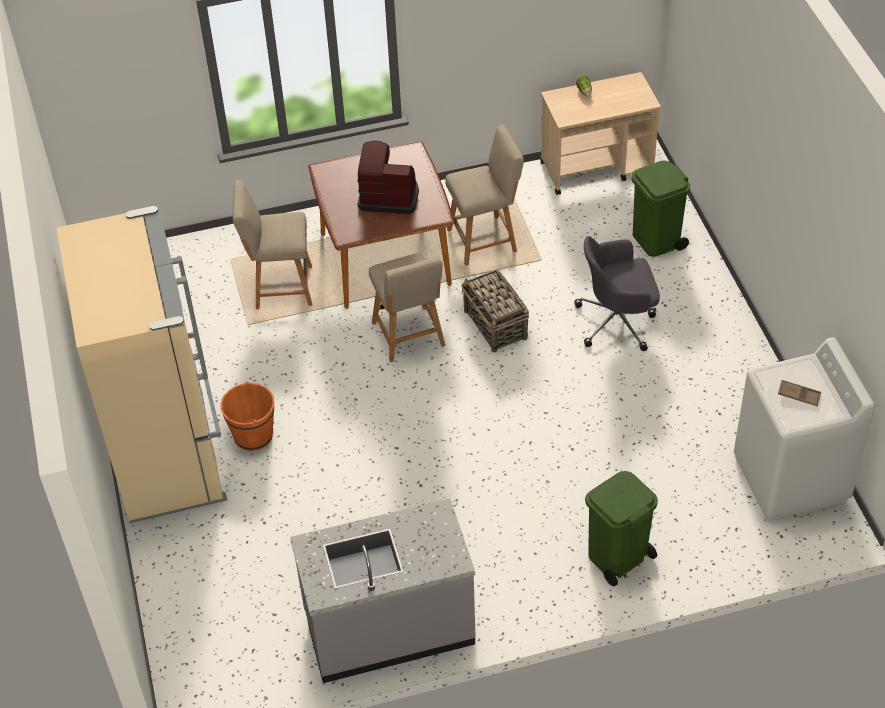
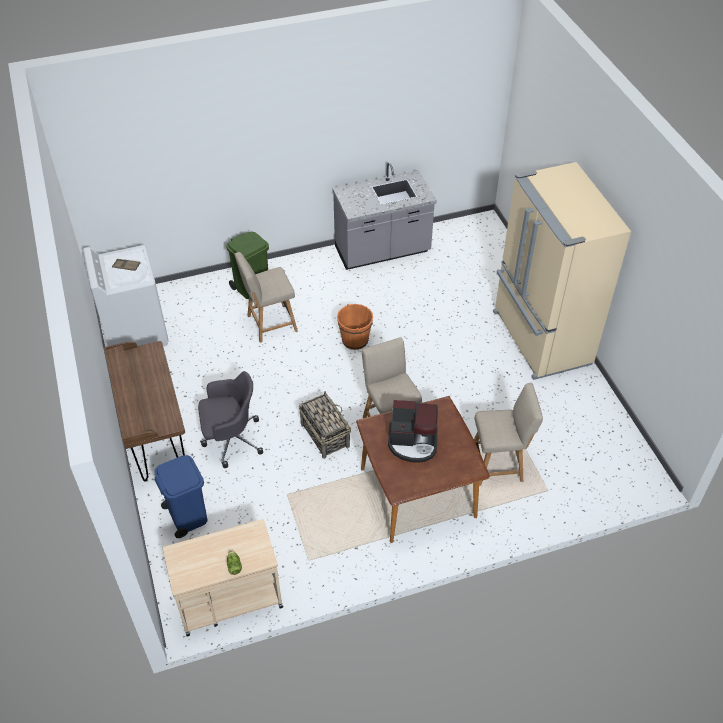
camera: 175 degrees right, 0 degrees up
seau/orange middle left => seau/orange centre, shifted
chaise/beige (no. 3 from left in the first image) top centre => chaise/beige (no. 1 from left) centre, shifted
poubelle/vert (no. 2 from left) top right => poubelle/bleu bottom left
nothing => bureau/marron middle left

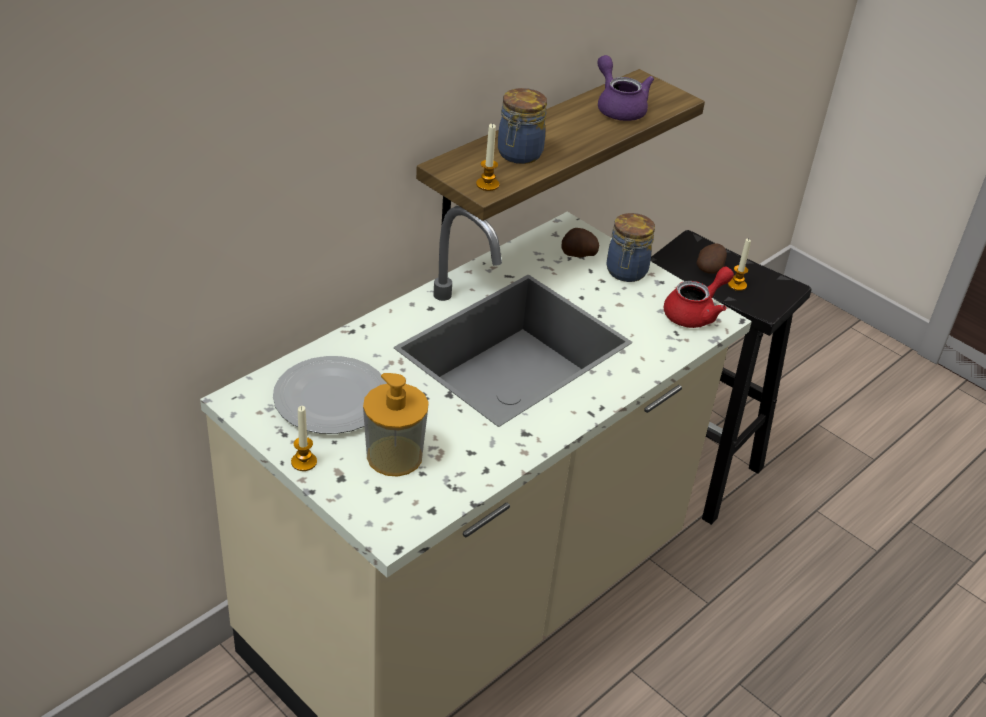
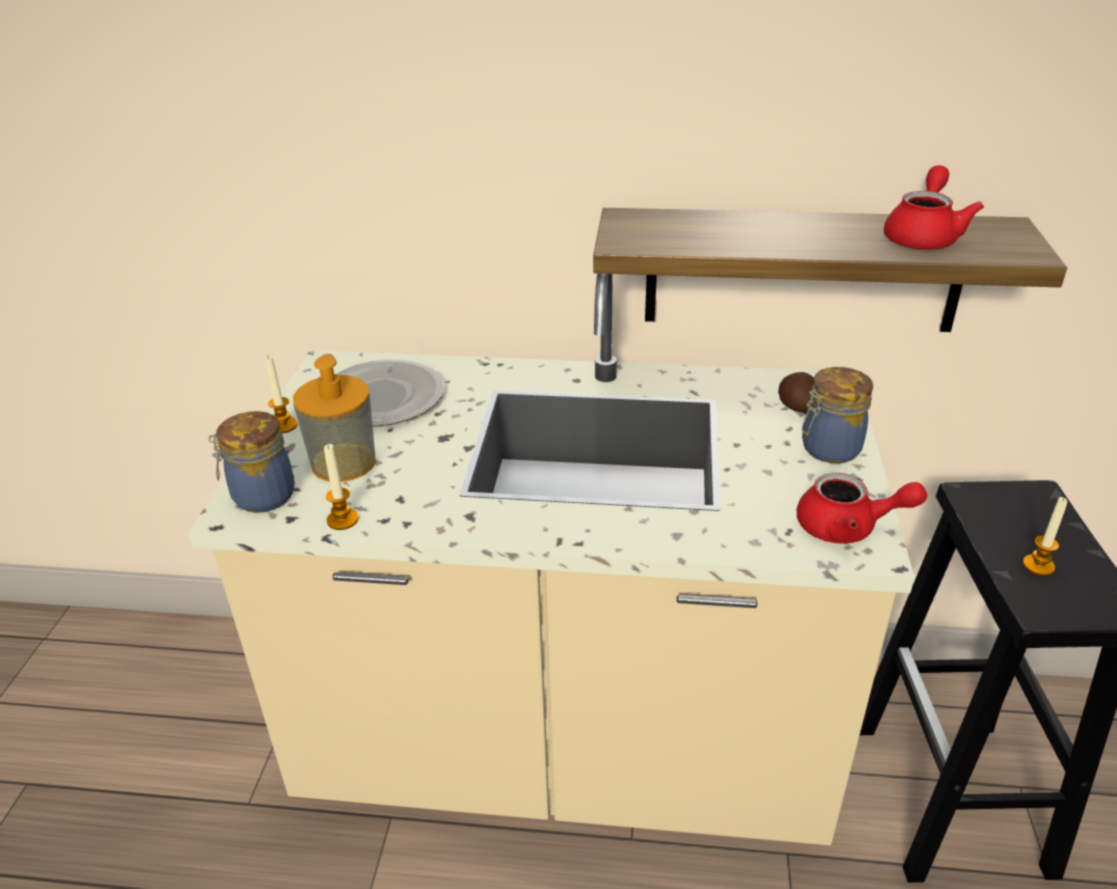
camera: 55 degrees right, 5 degrees down
bougie (no. 2 from left) top centre => bougie (no. 2 from left) middle left, shifted
bocal (no. 1 from left) top centre => bocal (no. 1 from left) middle left, shifted
théière/violet top centre => théière/rouge (no. 2 from left) top right
pomme de terre (no. 2 from left) middle right => nothing

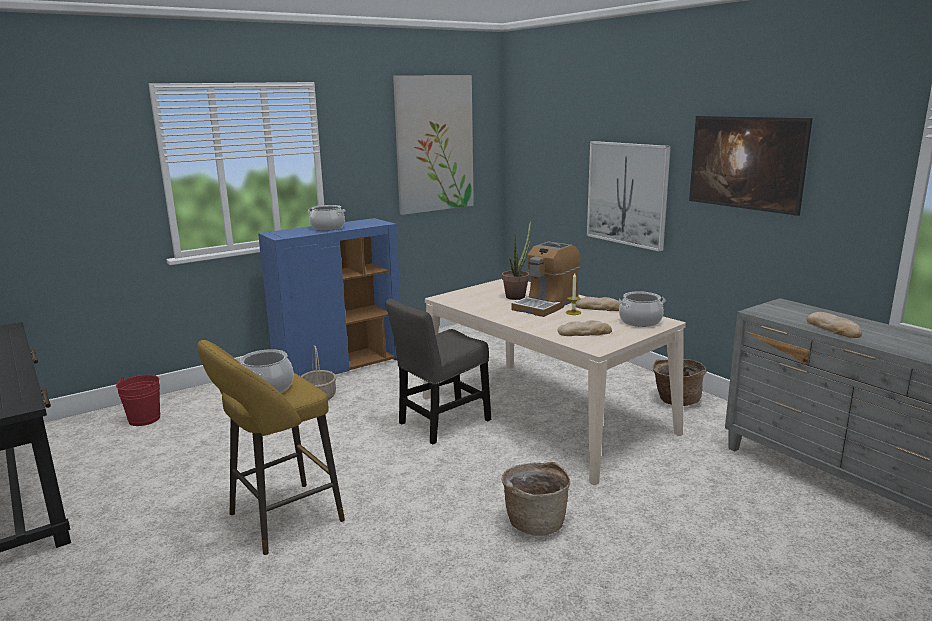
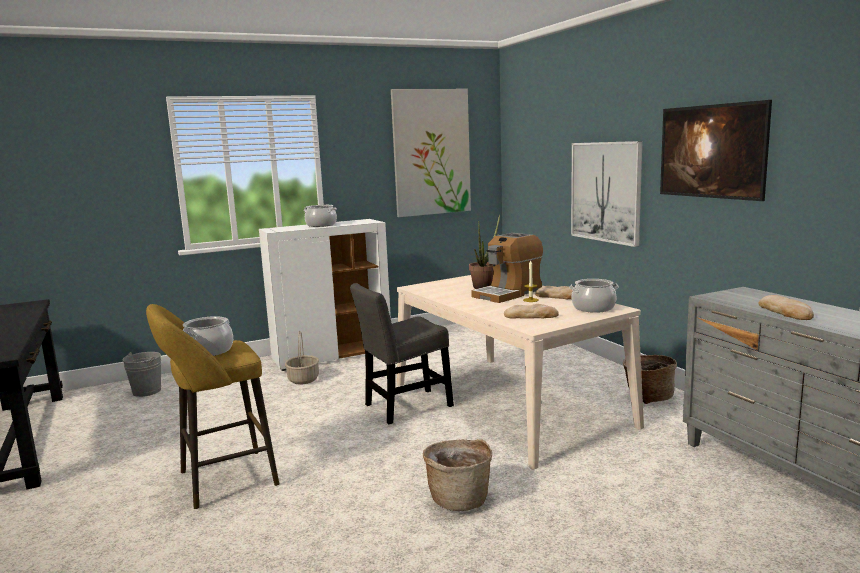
camera: 10 degrees right, 5 degrees down
seau/rouge middle left => seau/gris middle left
meuble de rangement/bleu centre => meuble de rangement/blanc centre

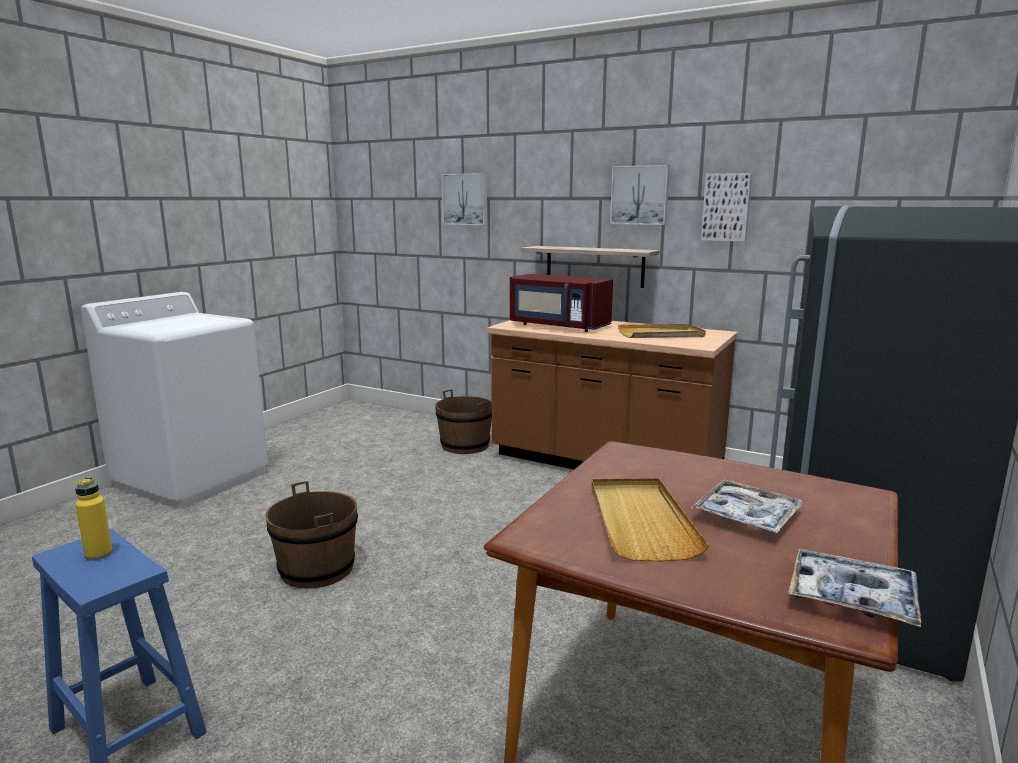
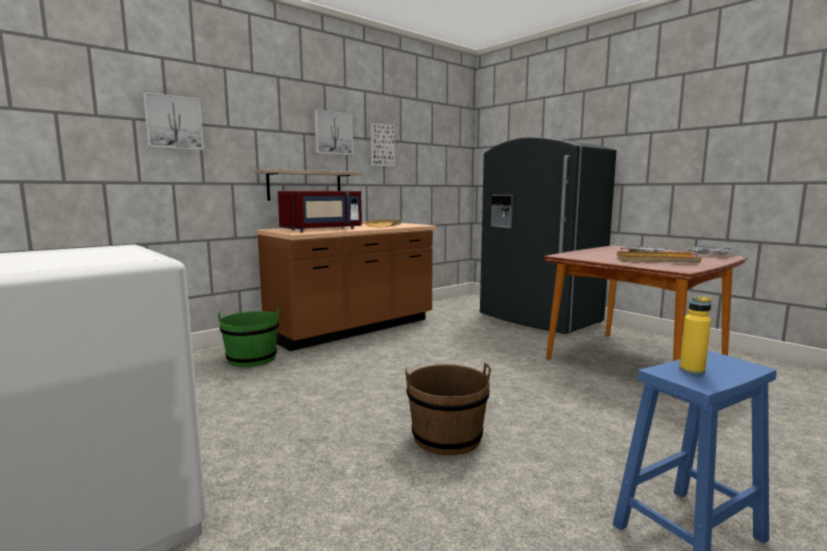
camera: 70 degrees left, 5 degrees down
seau/marron (no. 2 from left) centre => seau/vert middle left

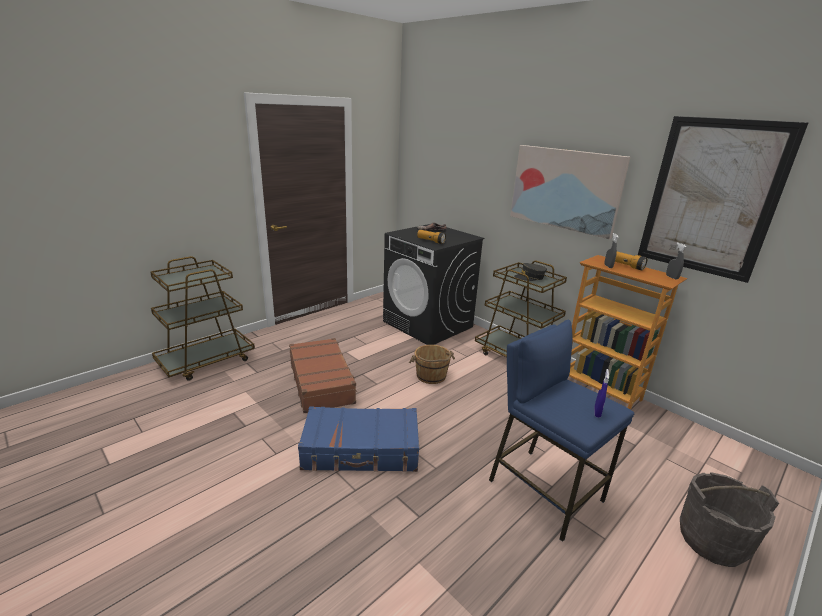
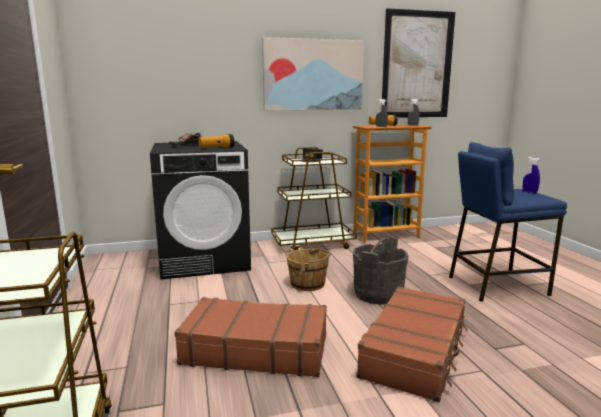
camera: 60 degrees left, 10 degrees down
valise/bleu bottom centre => valise/marron (no. 2 from left) bottom right
seau/gris bottom right => seau/gris centre, shifted

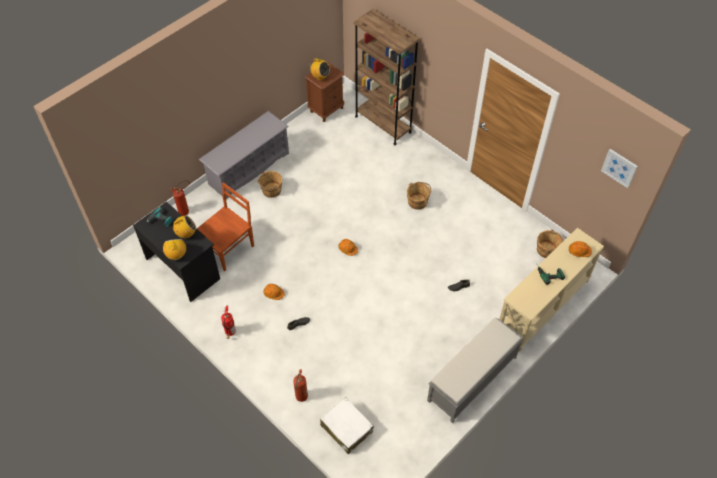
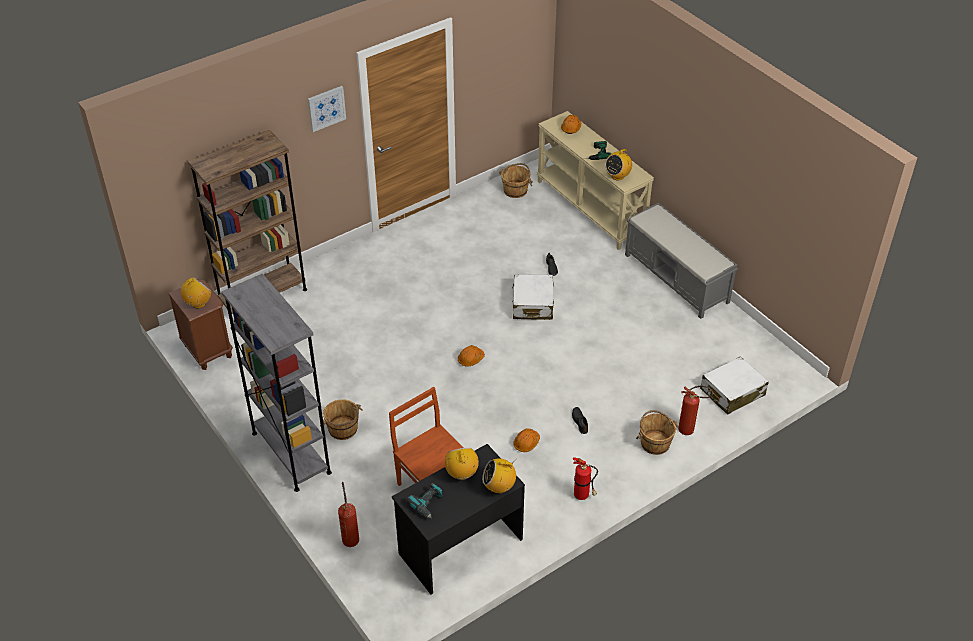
camera: 80 degrees left, 10 degrees down
étagère à chaussures/gris top centre => bibliothèque/gris middle left
seau/marron (no. 2 from left in the first image) centre => seau/marron (no. 3 from left) bottom right, shifted
tableau middle right => tableau top centre, shifted
nothing => valise/blanc (no. 1 from left) centre
nothing => radio (no. 4 from left) top centre

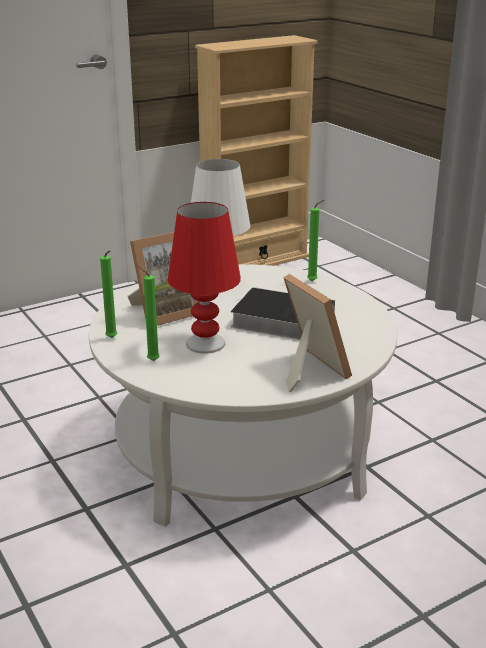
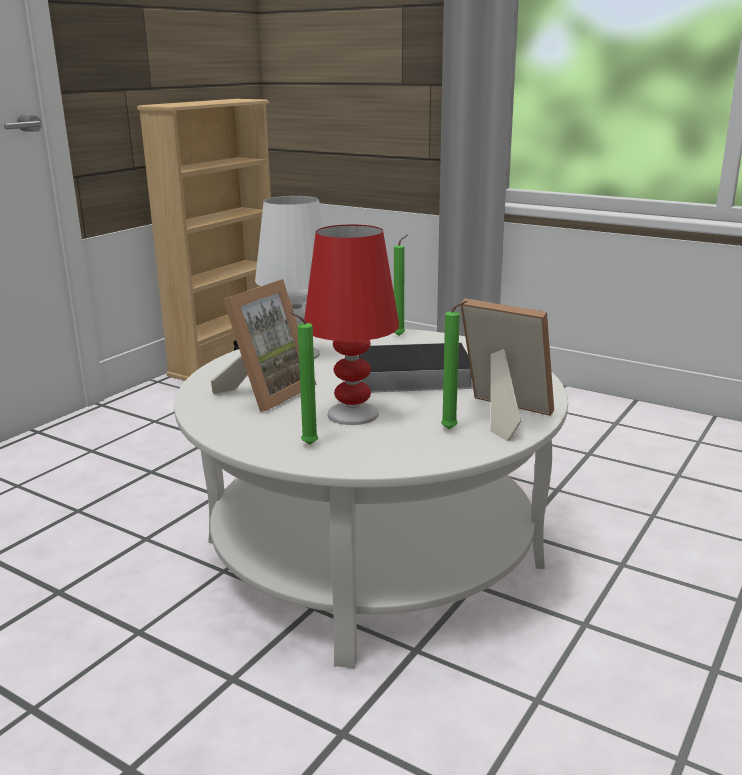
camera: 25 degrees left, 5 degrees down
bougie/vert (no. 1 from left in the first image) middle left => bougie/vert (no. 3 from left) centre, shifted

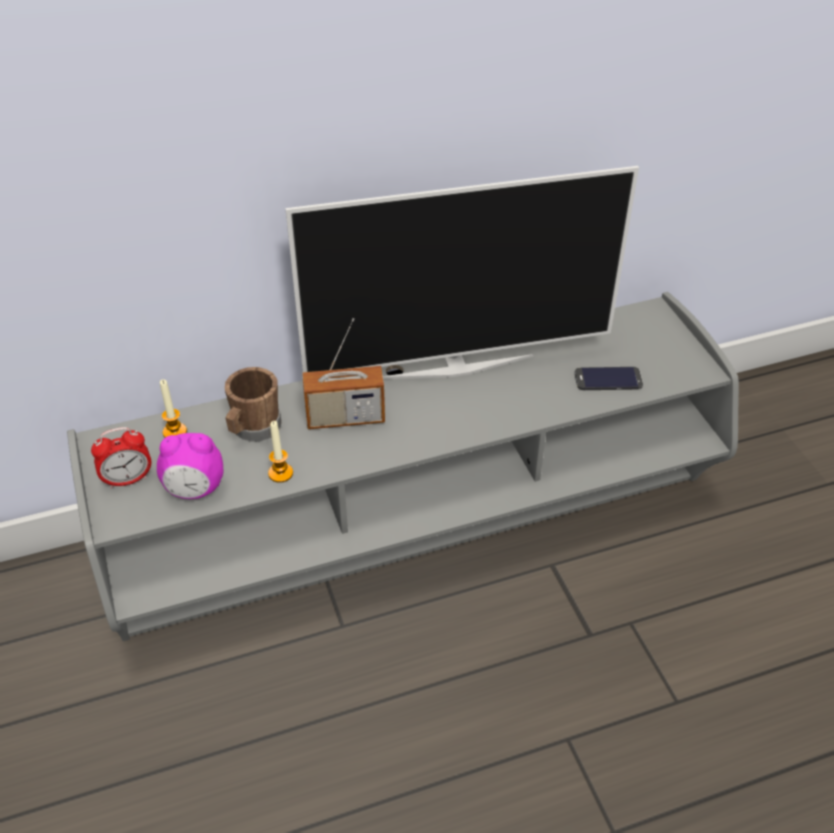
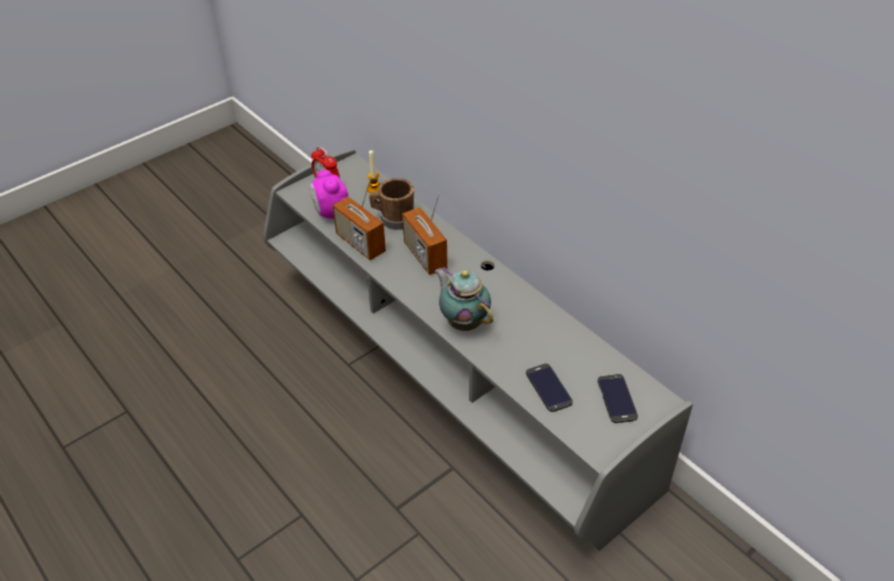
camera: 70 degrees right, 0 degrees up
bougie (no. 2 from left) centre => radio (no. 1 from left) centre
téléviseur top centre => nothing
nothing => théière centre
nothing => téléphone (no. 2 from left) bottom right

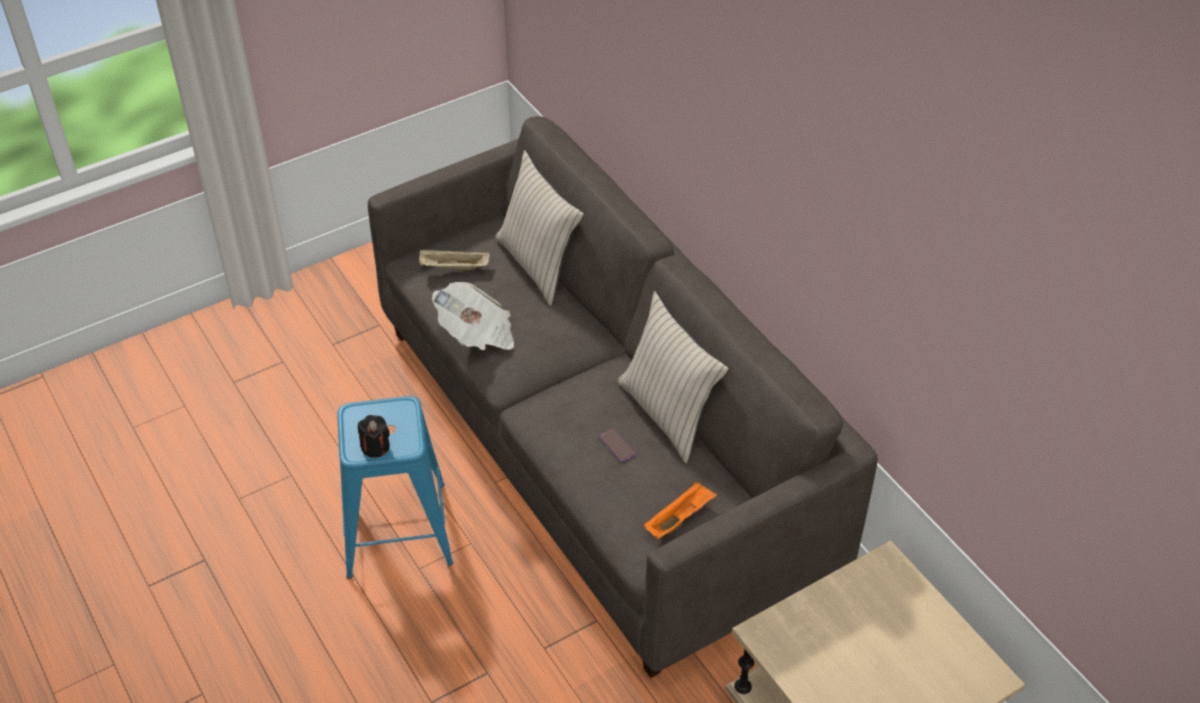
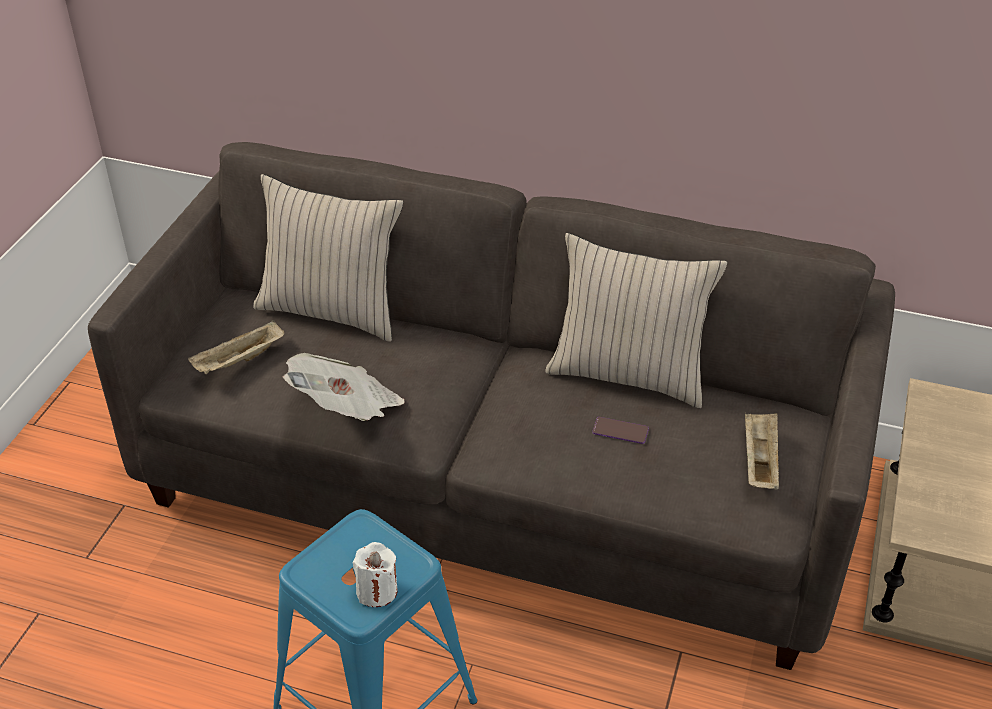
camera: 40 degrees left, 5 degrees down
bougie/noir middle left => bougie/blanc bottom centre
plateau/orange bottom centre => plateau/beige (no. 2 from left) middle right

